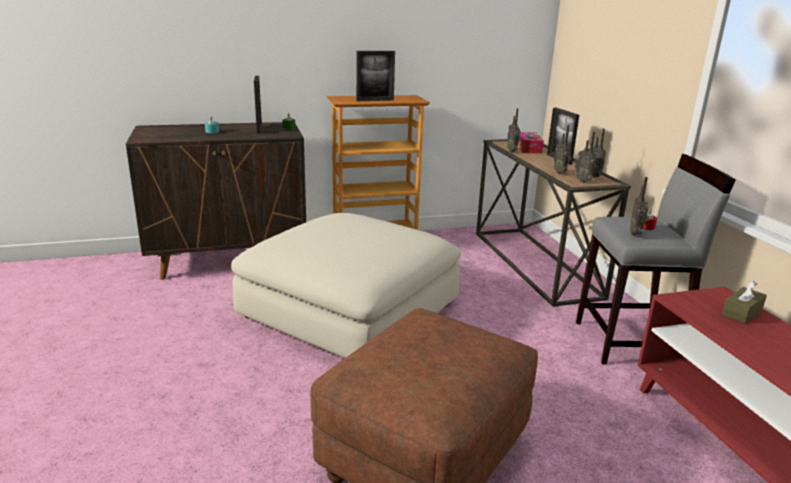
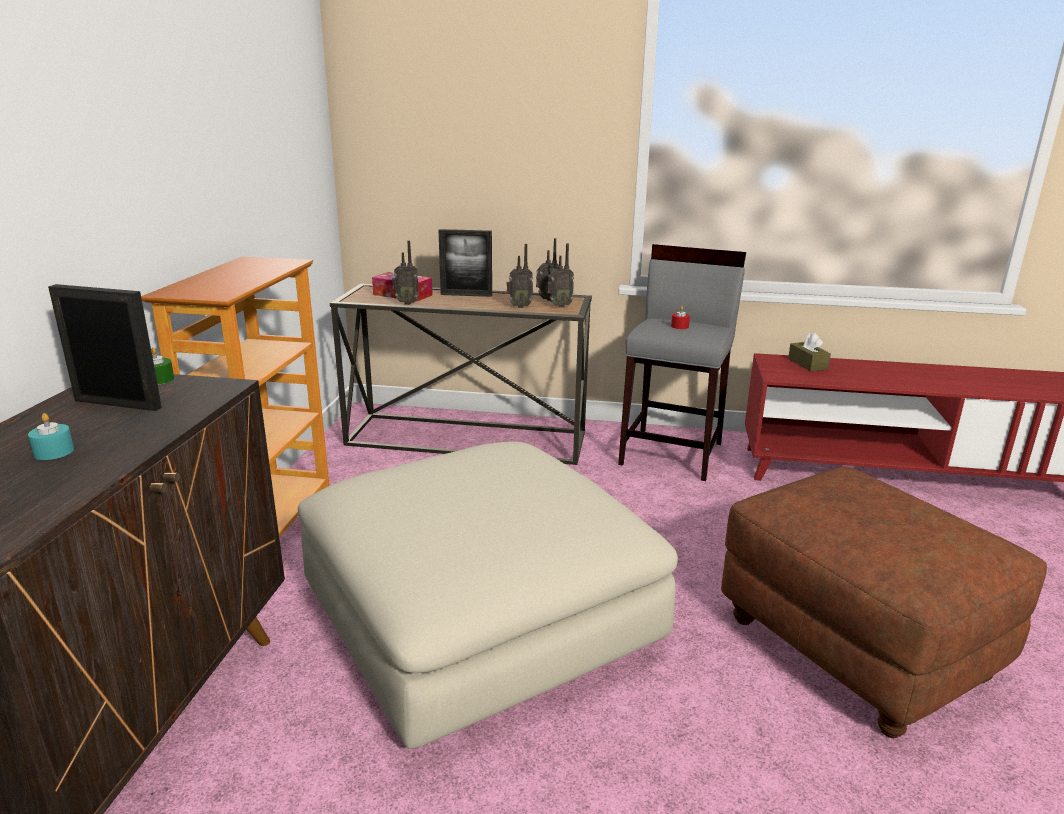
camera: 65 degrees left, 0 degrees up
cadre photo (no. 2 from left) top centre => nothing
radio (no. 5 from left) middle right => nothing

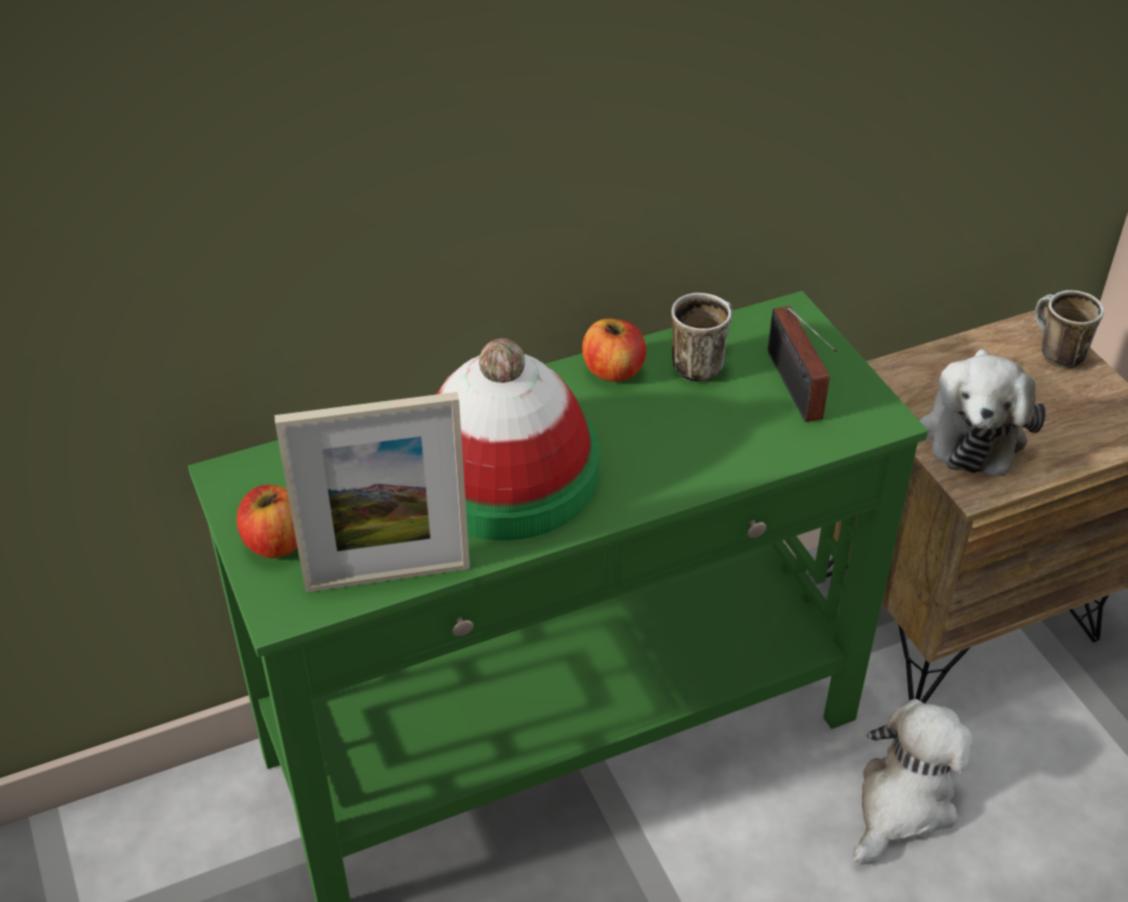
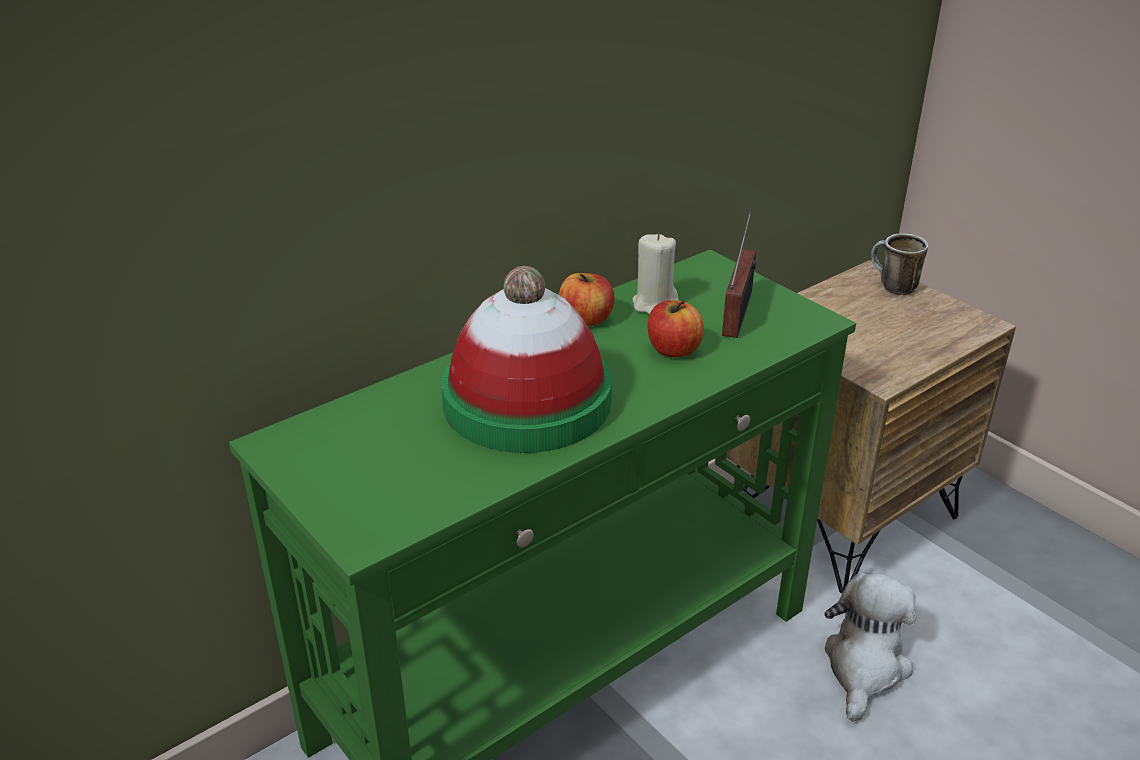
camera: 15 degrees left, 10 degrees down
pomme (no. 1 from left in the first image) middle left => pomme (no. 2 from left) centre, shifted
cadre photo middle left => nothing
mug (no. 1 from left) centre => bougie/beige centre
radio middle right => radio centre, 135 degrees counterclockwise
peluche (no. 2 from left) middle right => nothing

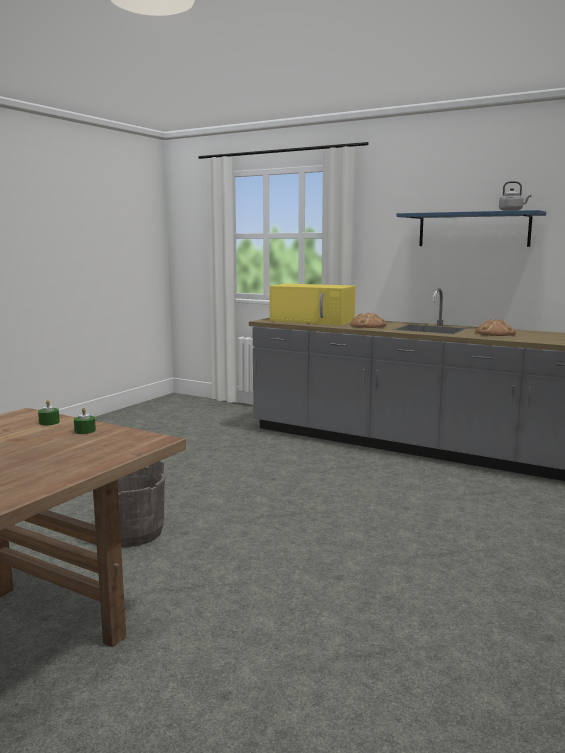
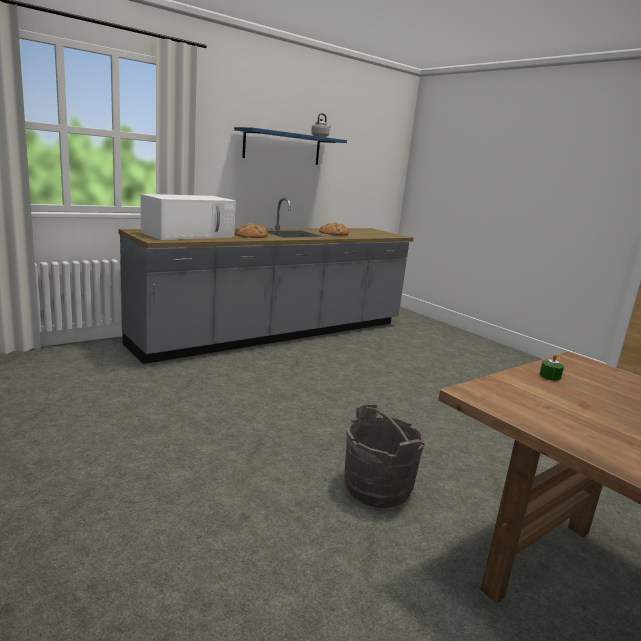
camera: 70 degrees left, 5 degrees up
bougie/vert (no. 1 from left) middle left => nothing
micro-ondes/jaune centre => micro-ondes/blanc middle left

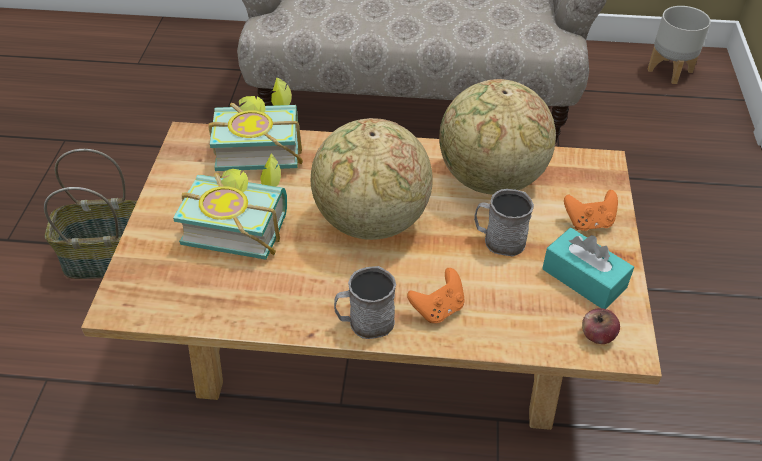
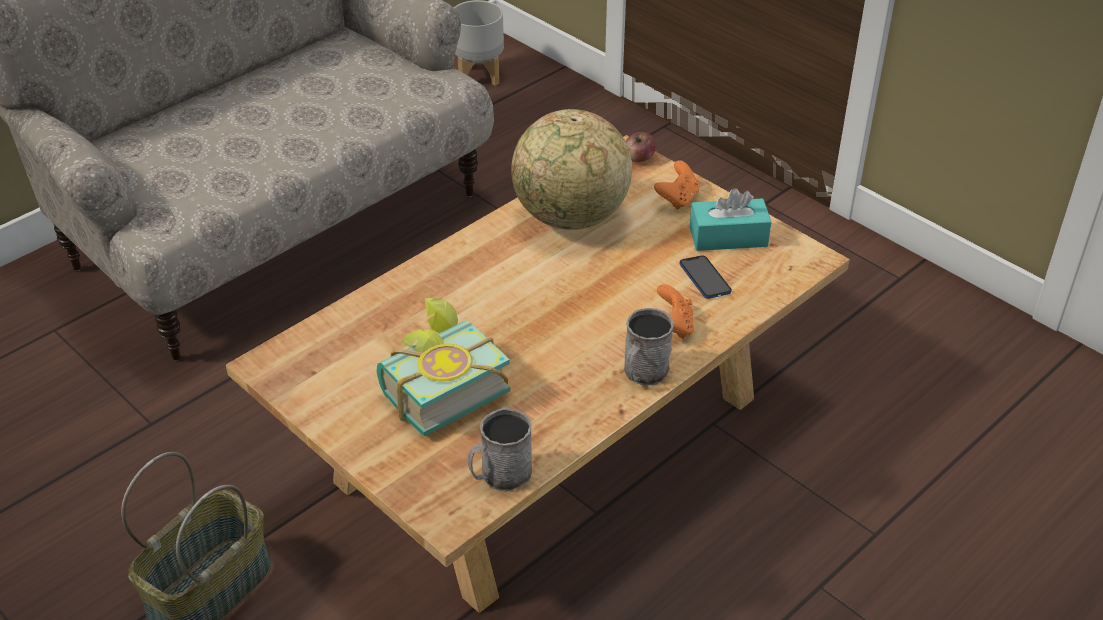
camera: 50 degrees left, 5 degrees down
livre (no. 2 from left) top centre => nothing
globe (no. 1 from left) centre => nothing
mug/gris (no. 2 from left in the first image) centre => mug/gris (no. 1 from left) bottom centre, shifted
pomme bottom right => pomme top centre, shifted
nothing => téléphone centre

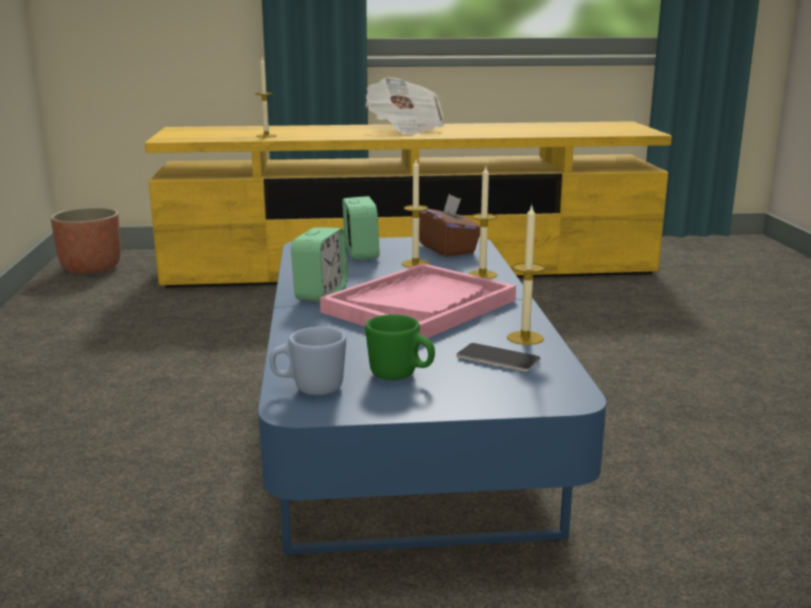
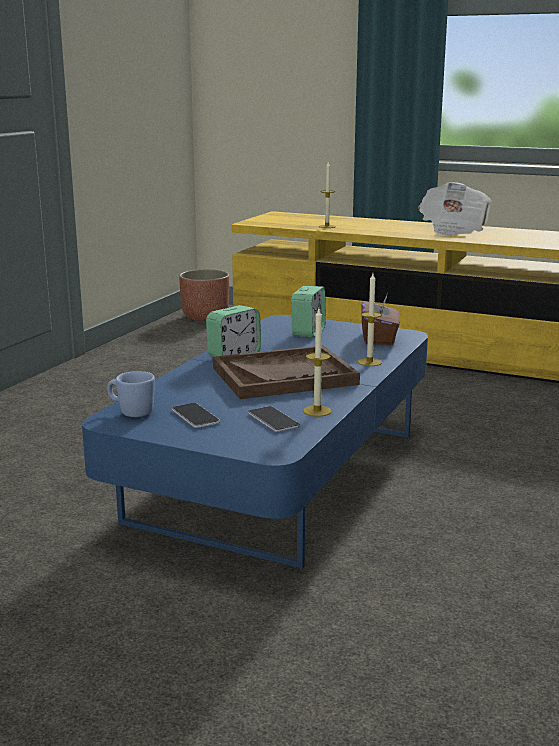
camera: 30 degrees right, 0 degrees up
plateau/rose centre => plateau/marron centre
mug/vert centre => téléphone (no. 1 from left) centre
bougie (no. 2 from left) centre => nothing

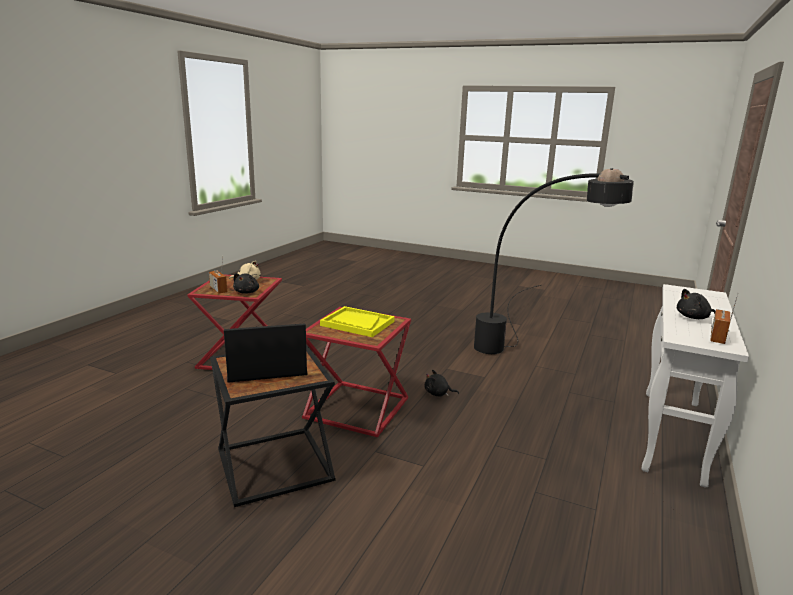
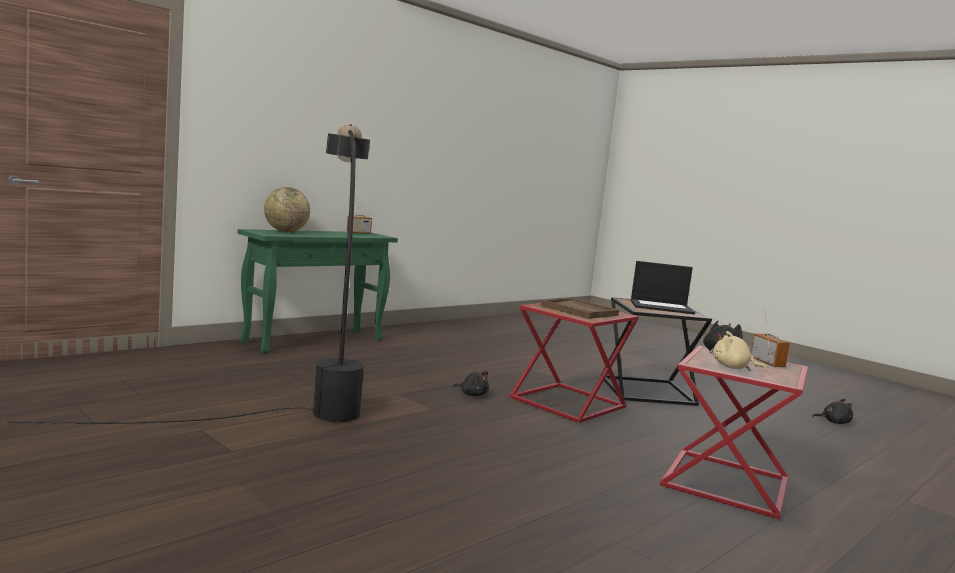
camera: 160 degrees left, 10 degrees down
plateau/jaune centre => plateau/marron centre
table console/blanc middle right => table console/vert middle left
peluche/noir (no. 3 from left) middle right => peluche/noir (no. 3 from left) bottom right, shifted
nothing => globe middle left

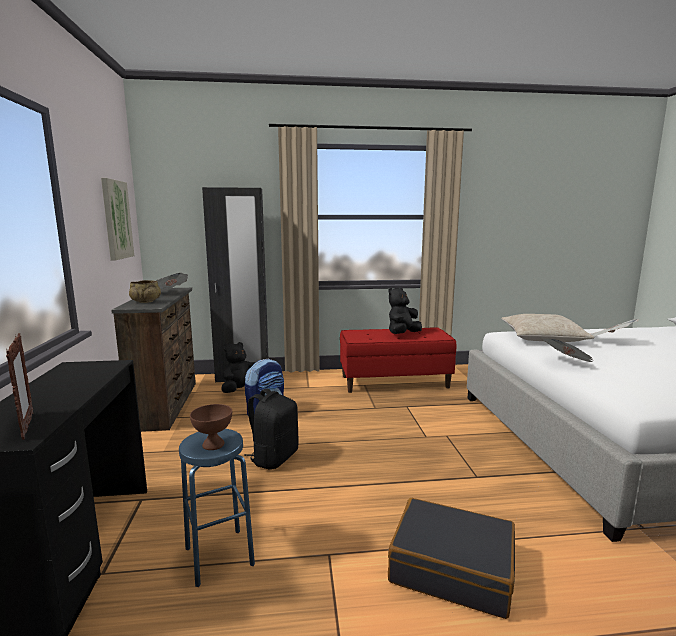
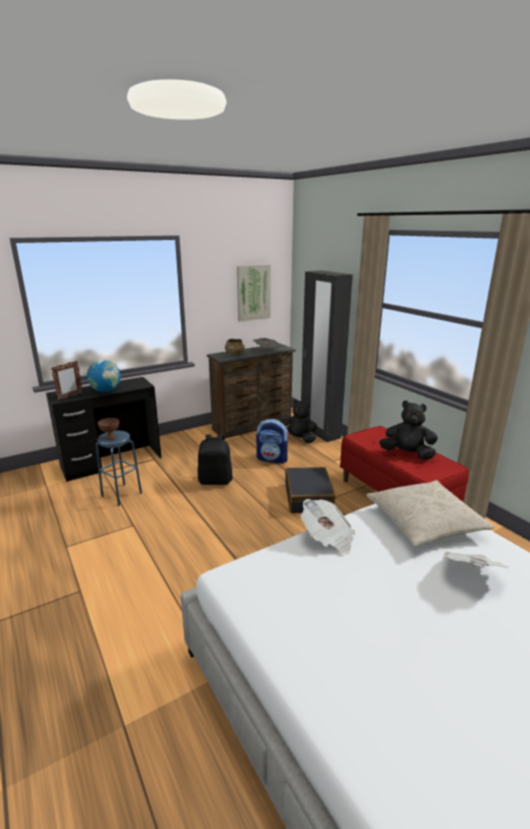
camera: 65 degrees right, 10 degrees up
valise/noir bottom right => valise/noir centre, shifted
nothing => globe middle left

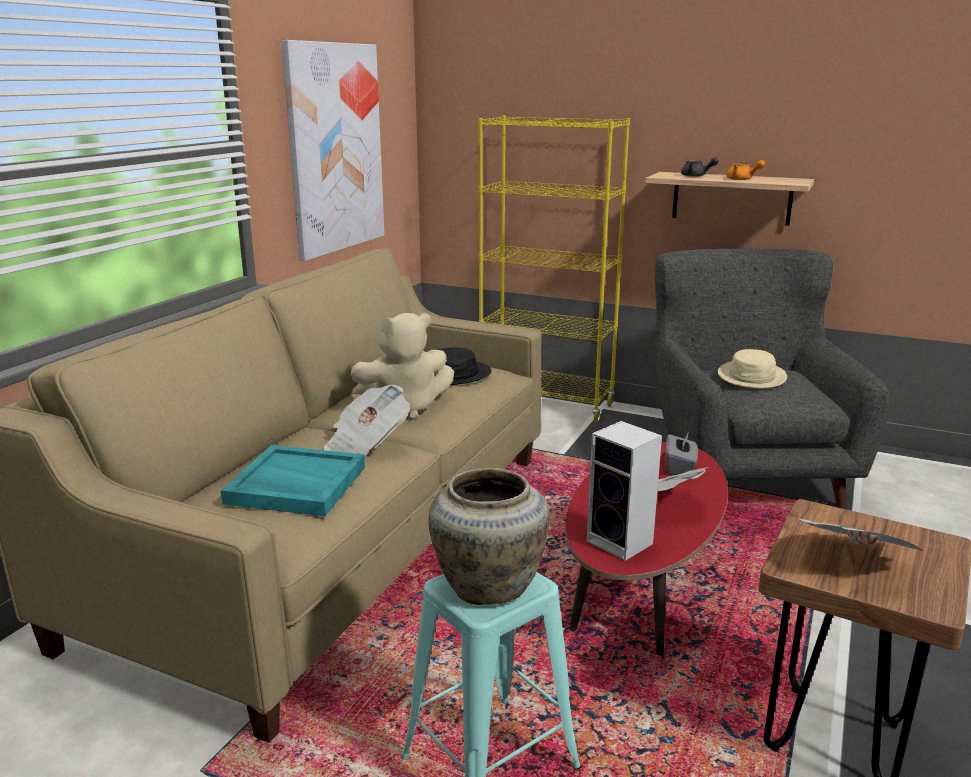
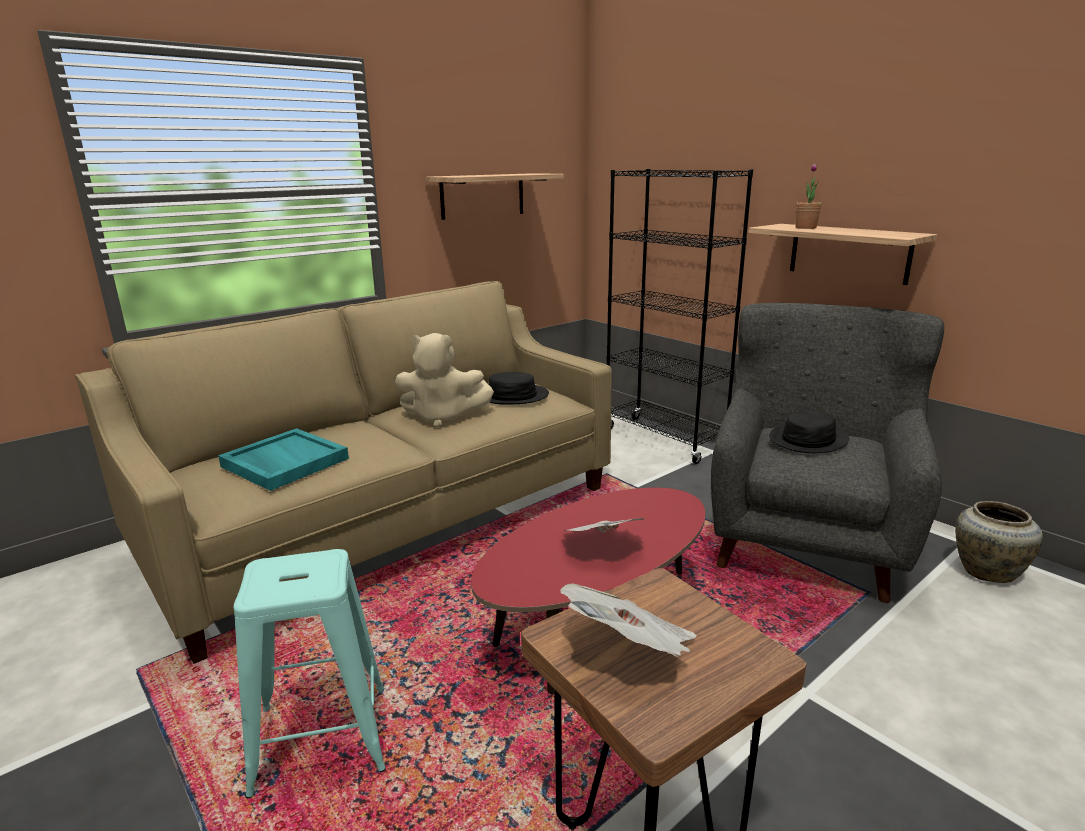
camera: 25 degrees right, 0 degrees up
tableau top centre => étagère (no. 1 from left) top centre
journal (no. 1 from left) centre => nothing
vase/beige bottom centre => vase/beige middle right, shifted
bibliothèque/jaune centre => bibliothèque/noir centre
enceinte centre => nothing
boîte à mouchoirs/gris middle right => nothing
théière/gris top right => plante en pot top right
chapeau/beige middle right => chapeau/noir (no. 2 from left) middle right
théière/orange top right => nothing

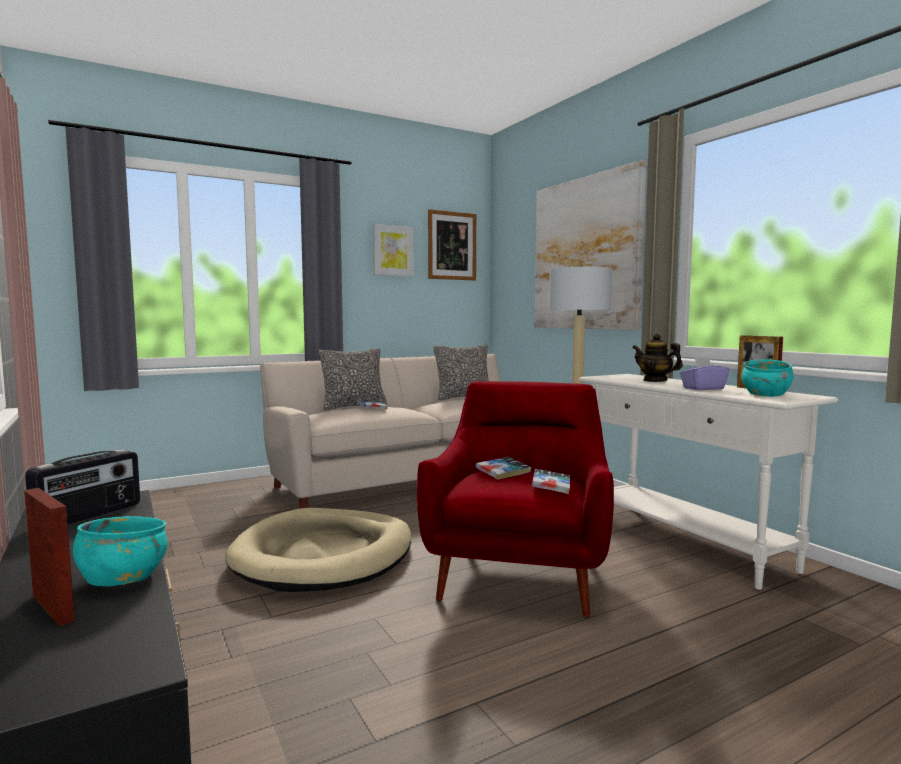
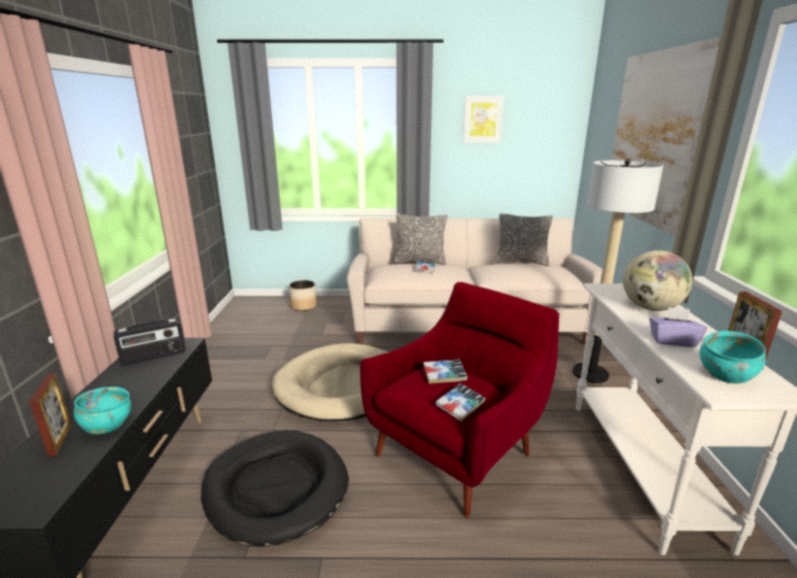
camera: 30 degrees right, 15 degrees up
tableau (no. 2 from left) top centre => nothing
théière middle right => globe middle right
nothing => panier pour chien/noir bottom centre
nothing => cache-pot centre

